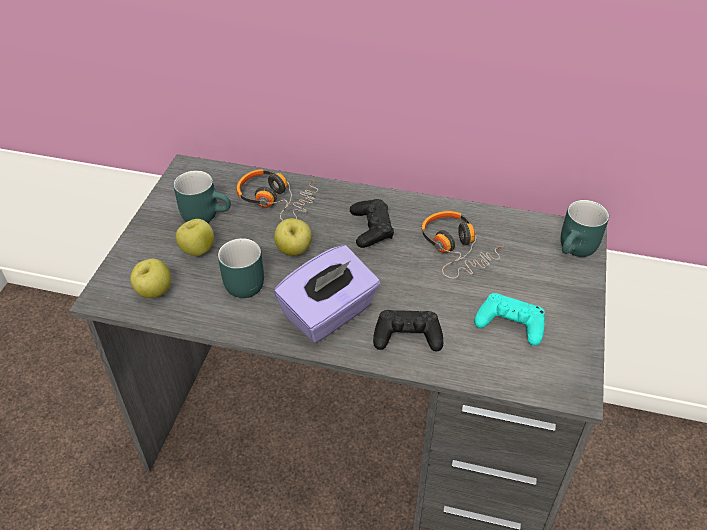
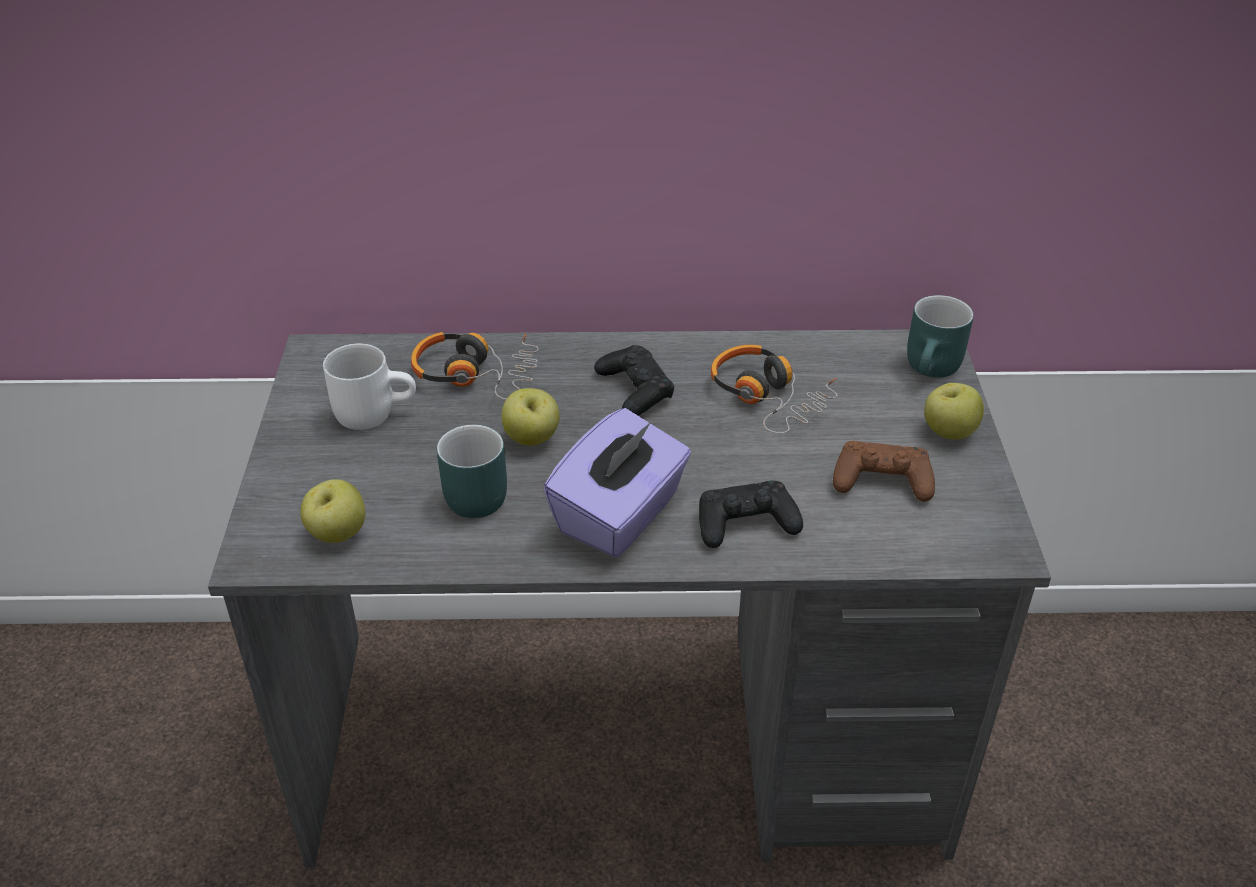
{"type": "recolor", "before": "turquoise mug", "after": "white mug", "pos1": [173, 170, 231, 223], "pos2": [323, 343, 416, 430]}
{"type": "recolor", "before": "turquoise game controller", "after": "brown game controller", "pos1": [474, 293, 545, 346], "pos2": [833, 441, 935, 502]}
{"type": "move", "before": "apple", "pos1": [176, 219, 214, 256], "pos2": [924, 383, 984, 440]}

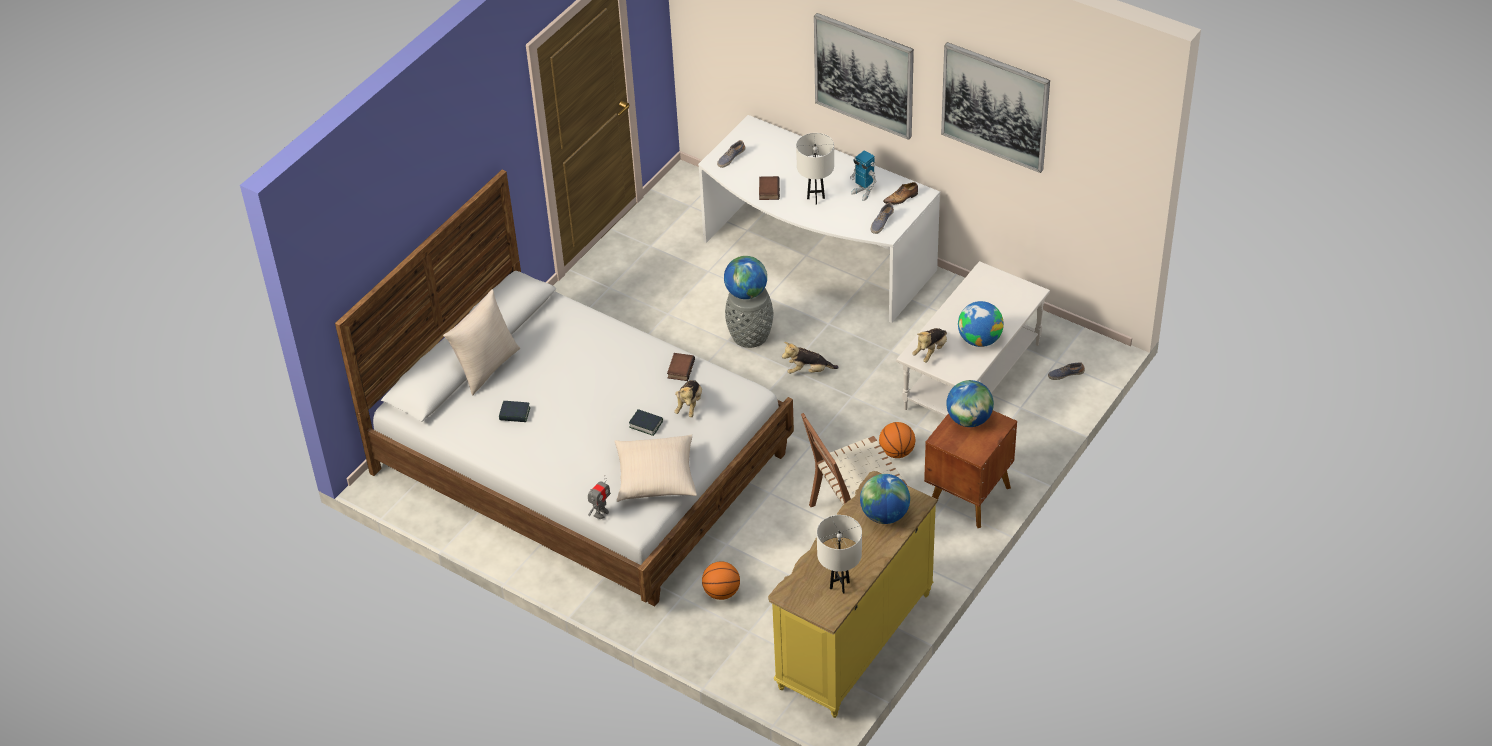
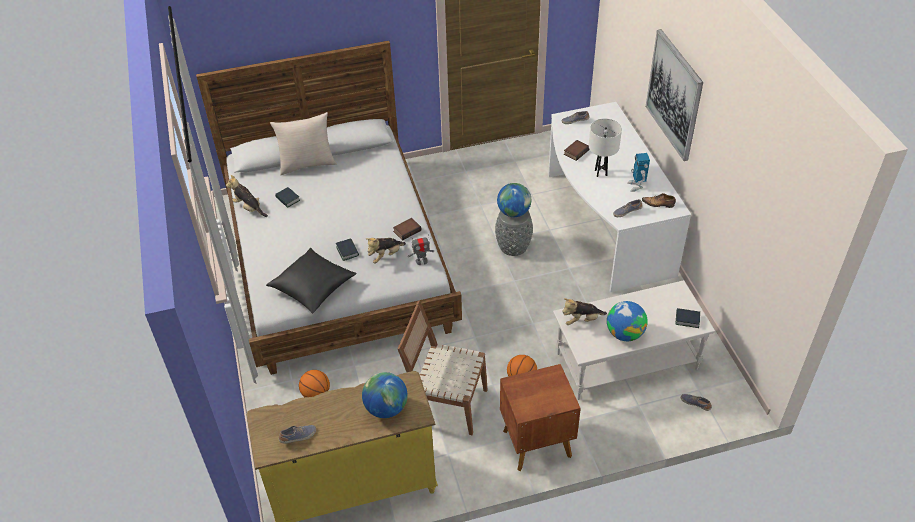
{"type": "move", "before": "plush toy", "pos1": [782, 342, 839, 374], "pos2": [226, 175, 268, 217]}
{"type": "recolor", "before": "beige pillow", "after": "black pillow", "pos1": [614, 434, 697, 502], "pos2": [266, 248, 357, 313]}
{"type": "replace", "before": "white table lamp", "after": "shoe", "pos1": [817, 515, 862, 594], "pos2": [279, 425, 316, 444]}
{"type": "move", "before": "toy robot", "pos1": [588, 475, 611, 519], "pos2": [408, 234, 434, 265]}
{"type": "insert", "after": "book", "pos2": [676, 308, 700, 328]}
{"type": "delete", "before": "picture", "pos1": [941, 42, 1050, 173]}
{"type": "delete", "before": "globe", "pos1": [946, 380, 994, 427]}

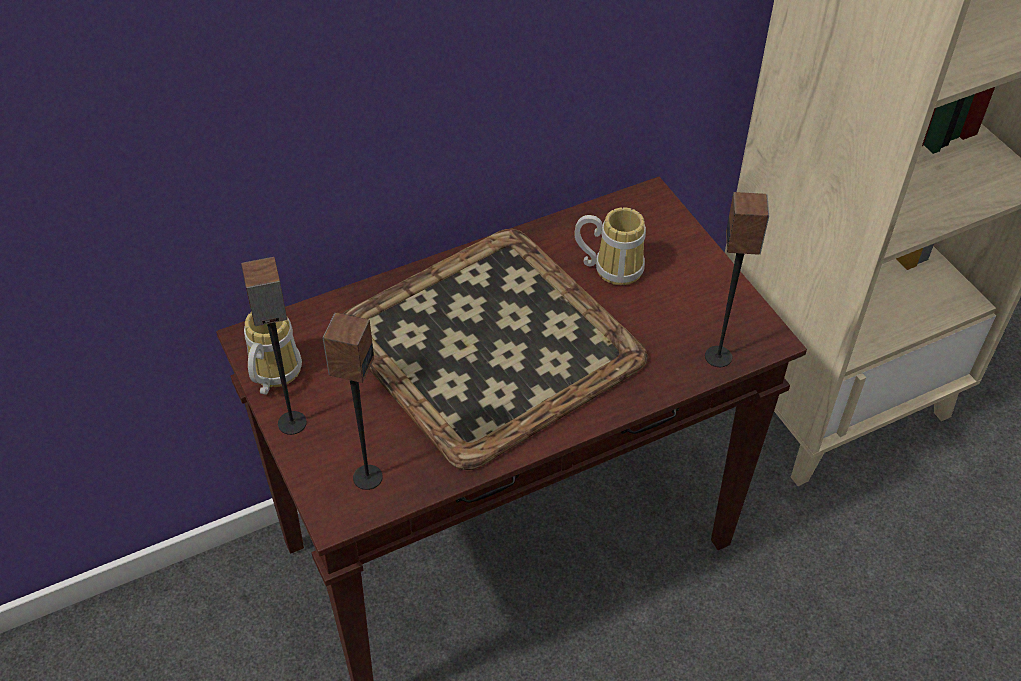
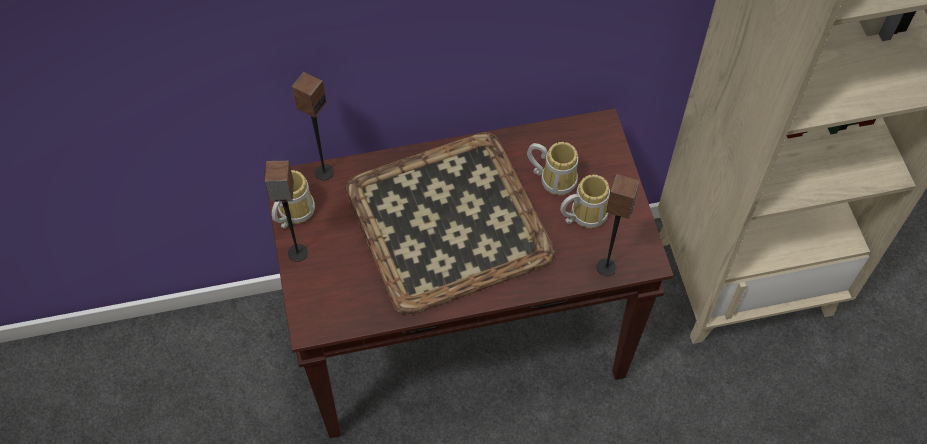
{"type": "move", "before": "speaker", "pos1": [323, 313, 383, 490], "pos2": [292, 72, 334, 180]}
{"type": "insert", "after": "mug", "pos2": [560, 174, 610, 228]}

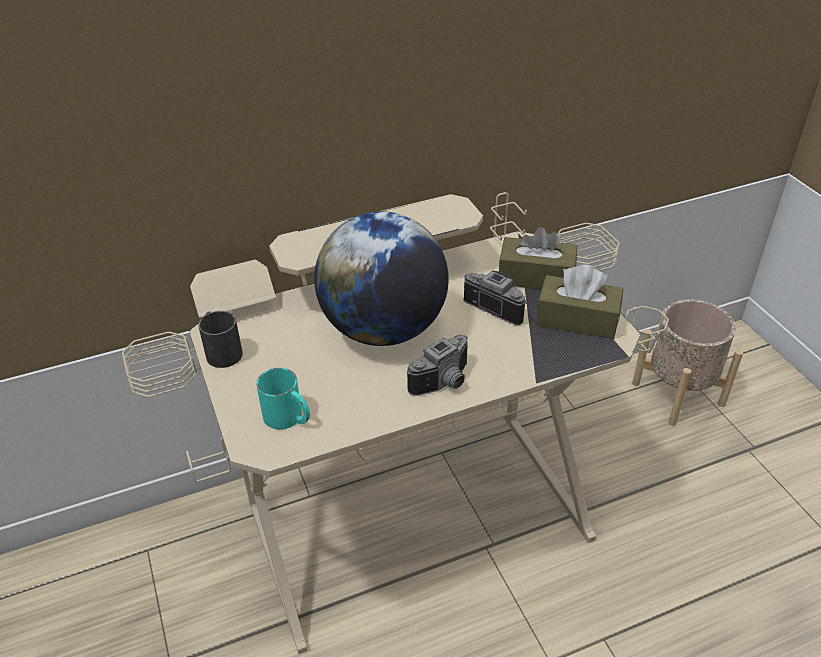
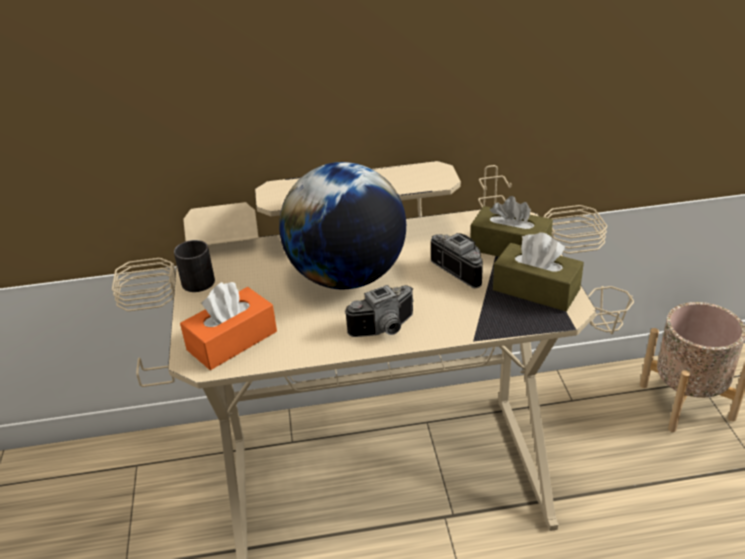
{"type": "replace", "before": "turquoise mug", "after": "orange tissue box", "pos1": [256, 368, 310, 430], "pos2": [180, 282, 277, 370]}

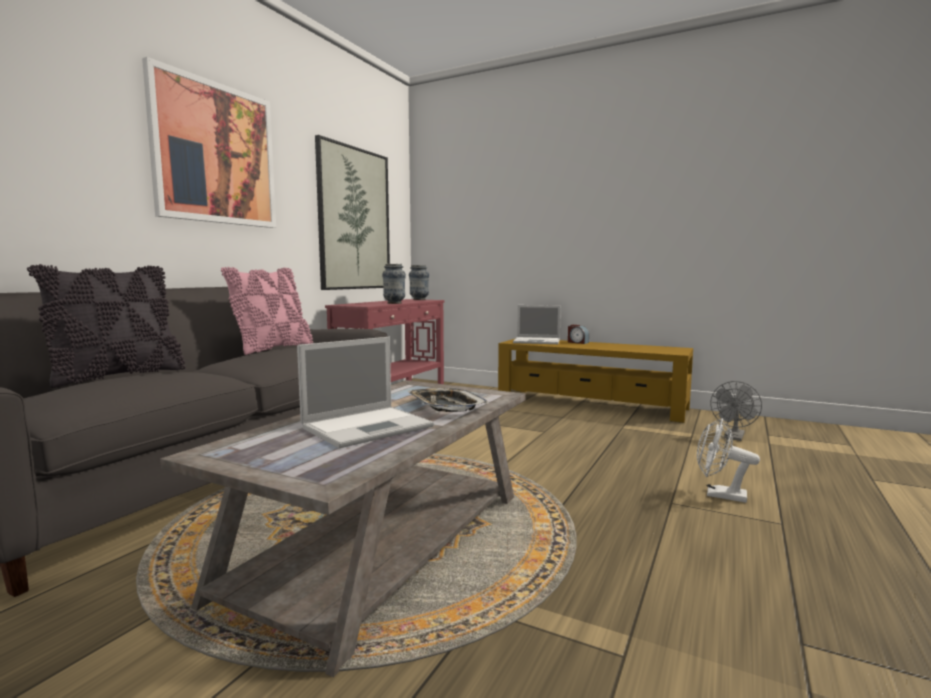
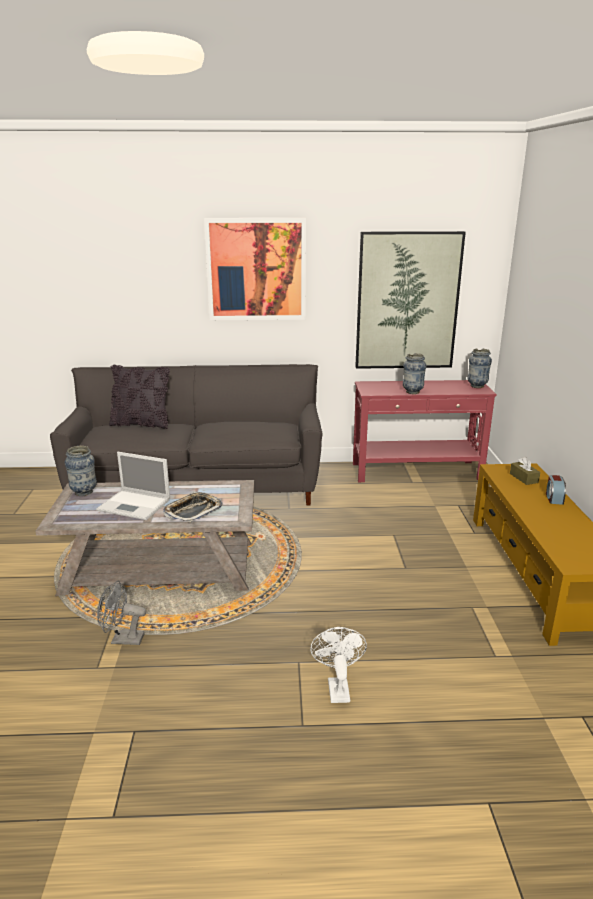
{"type": "insert", "after": "vase", "pos2": [65, 446, 97, 496]}
{"type": "move", "before": "grey fan", "pos1": [710, 381, 762, 441], "pos2": [97, 581, 146, 645]}
{"type": "replace", "before": "laptop", "after": "brown tissue box", "pos1": [513, 305, 561, 344], "pos2": [510, 457, 540, 485]}
{"type": "delete", "before": "pink pillow", "pos1": [221, 267, 313, 355]}

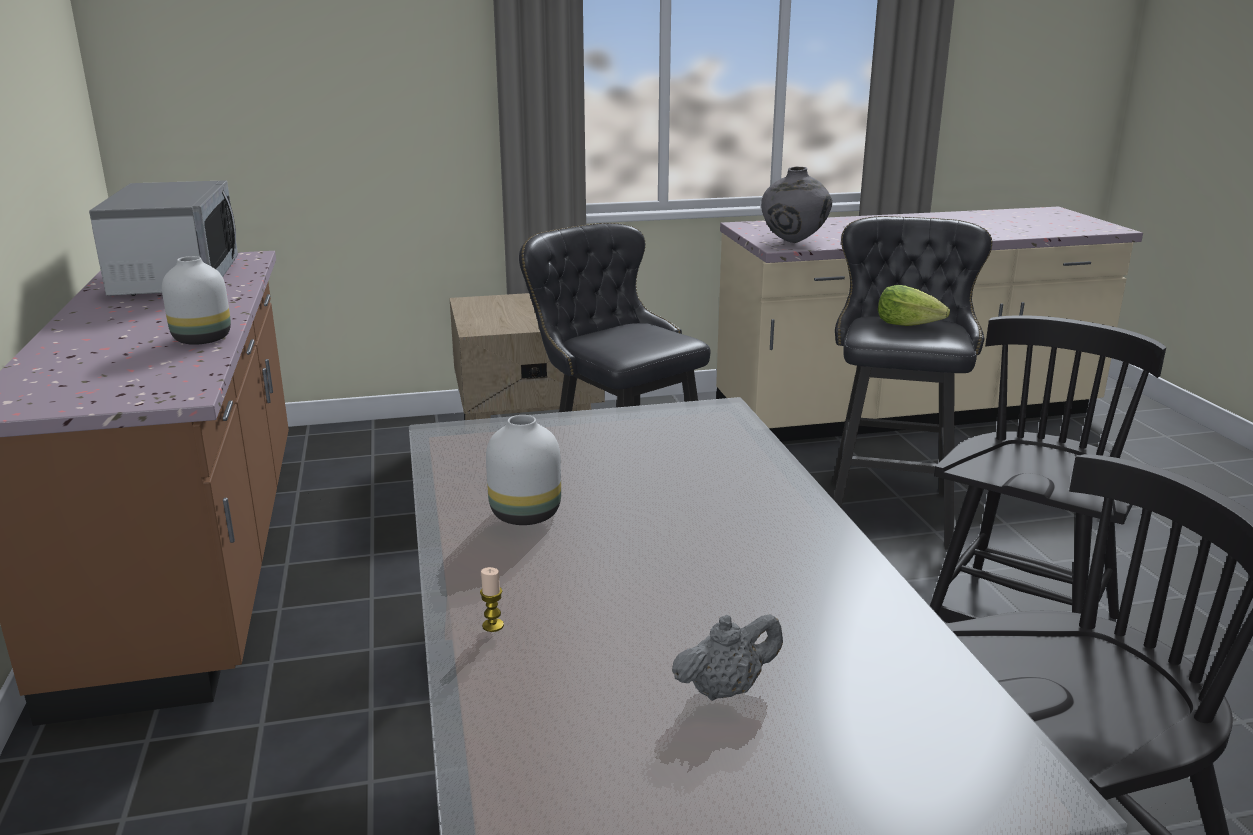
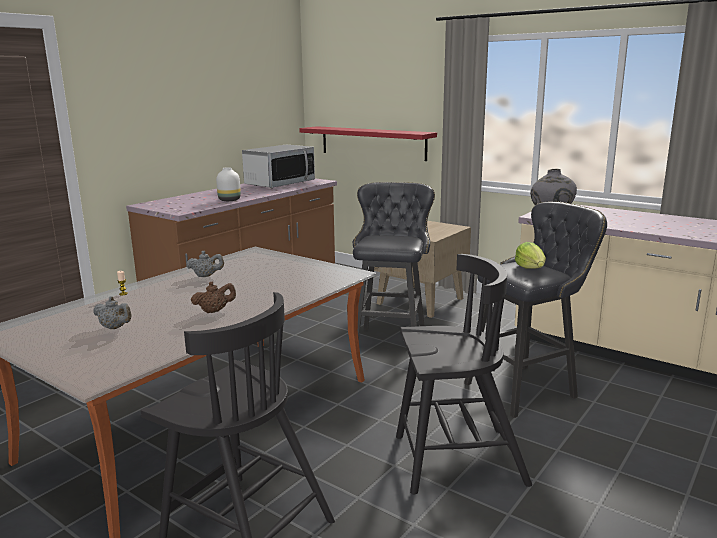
{"type": "replace", "before": "white vase", "after": "grey teapot", "pos1": [486, 415, 561, 525], "pos2": [186, 251, 224, 277]}
{"type": "insert", "after": "brown teapot", "pos2": [191, 281, 236, 313]}
{"type": "insert", "after": "red shelf", "pos2": [299, 126, 437, 161]}

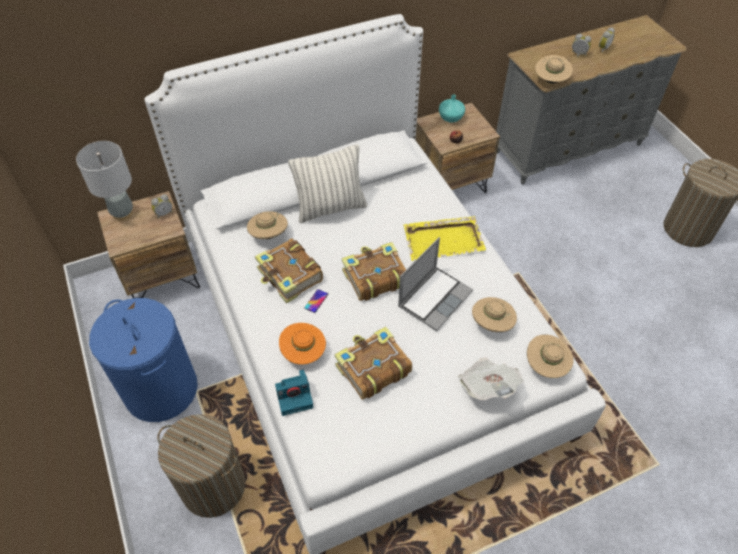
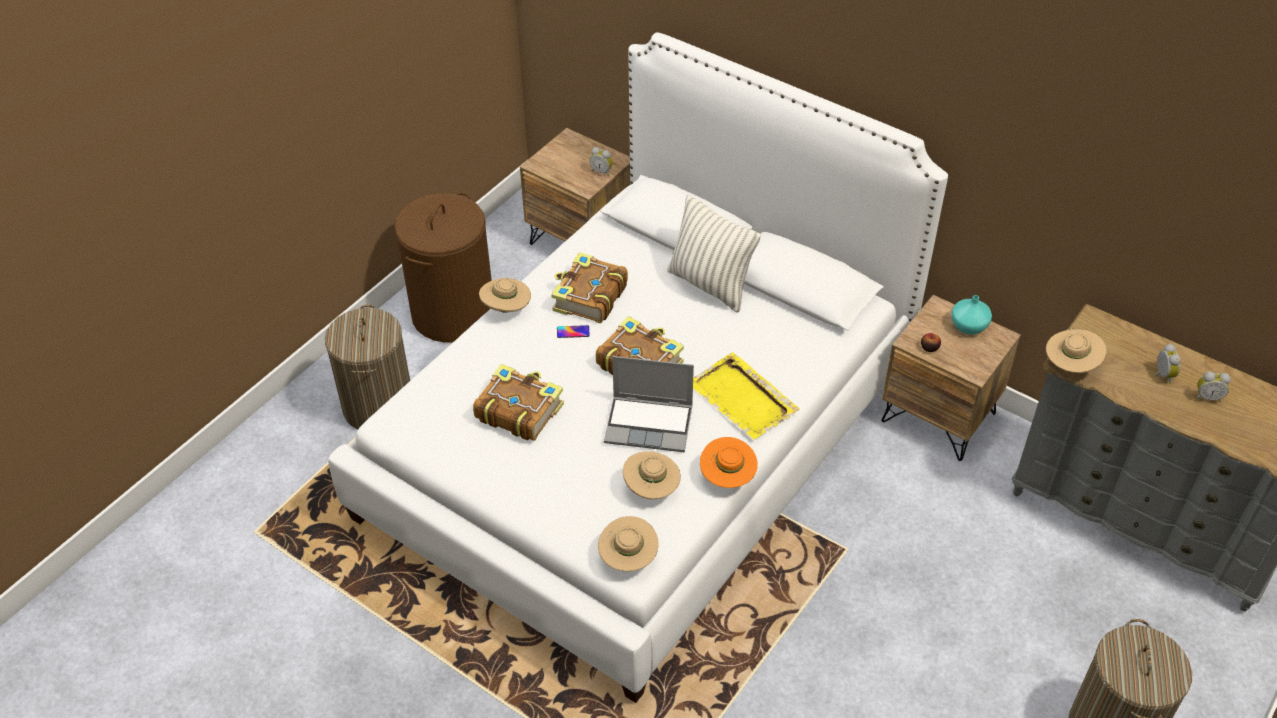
{"type": "recolor", "before": "blue laundry basket", "after": "brown laundry basket", "pos1": [89, 298, 198, 422], "pos2": [395, 192, 492, 343]}
{"type": "move", "before": "beige hat", "pos1": [247, 211, 288, 239], "pos2": [479, 278, 531, 313]}
{"type": "move", "before": "orange hat", "pos1": [279, 323, 326, 365], "pos2": [700, 437, 758, 488]}
{"type": "delete", "before": "grey table lamp", "pos1": [76, 141, 133, 221]}
{"type": "delete", "before": "photo camera", "pos1": [275, 369, 313, 416]}
{"type": "delete", "before": "newspaper", "pos1": [458, 358, 524, 400]}

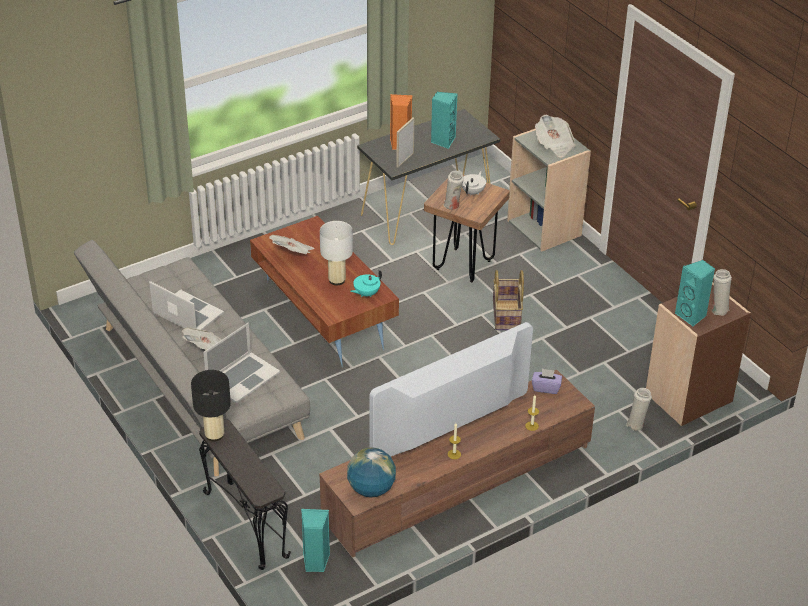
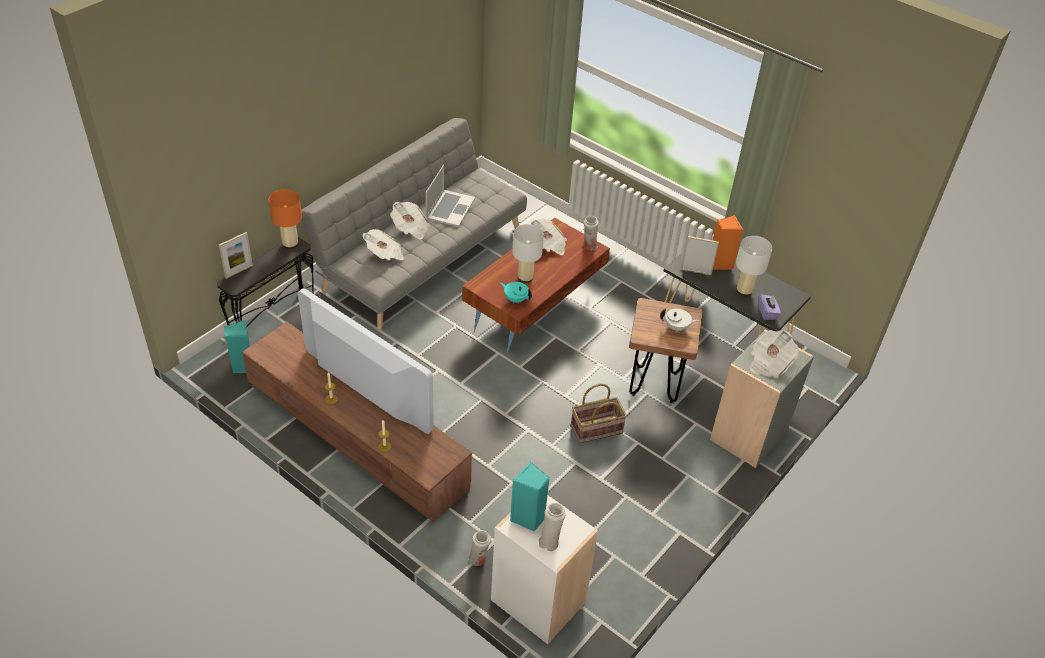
{"type": "insert", "after": "picture frame", "pos2": [219, 232, 253, 279]}
{"type": "recolor", "before": "black table lamp", "after": "orange table lamp", "pos1": [191, 370, 231, 442], "pos2": [269, 189, 302, 249]}
{"type": "replace", "before": "laptop", "after": "newspaper", "pos1": [203, 323, 280, 403], "pos2": [363, 229, 404, 261]}
{"type": "recolor", "before": "brown bookcase", "after": "white bookcase", "pos1": [646, 282, 751, 426], "pos2": [491, 496, 598, 644]}
{"type": "move", "before": "white vase", "pos1": [444, 171, 464, 210], "pos2": [583, 216, 599, 250]}
{"type": "replace", "before": "turquoise speaker", "after": "white table lamp", "pos1": [431, 92, 457, 149], "pos2": [736, 236, 772, 296]}
{"type": "move", "before": "purple tissue box", "pos1": [532, 368, 562, 394], "pos2": [758, 294, 781, 320]}
{"type": "delete", "before": "globe", "pos1": [347, 447, 396, 497]}

